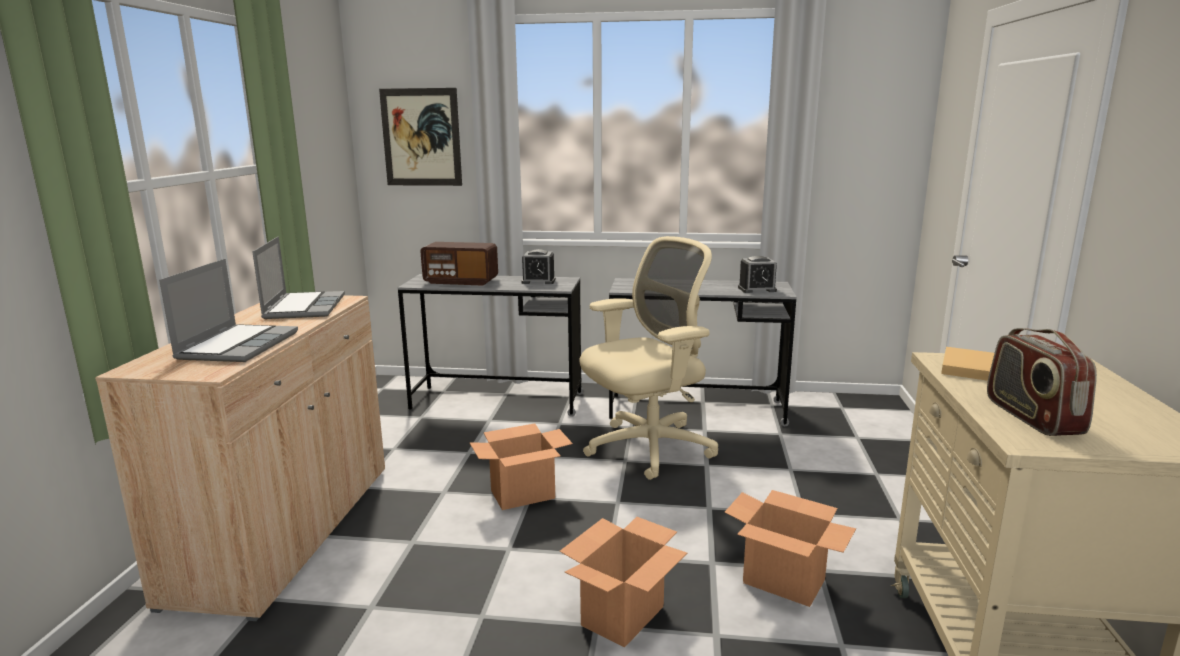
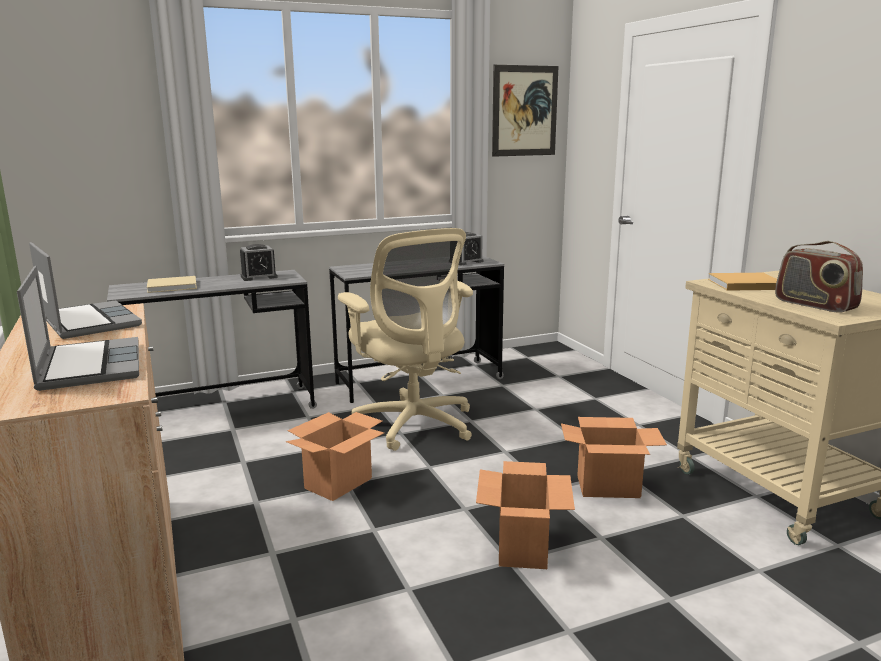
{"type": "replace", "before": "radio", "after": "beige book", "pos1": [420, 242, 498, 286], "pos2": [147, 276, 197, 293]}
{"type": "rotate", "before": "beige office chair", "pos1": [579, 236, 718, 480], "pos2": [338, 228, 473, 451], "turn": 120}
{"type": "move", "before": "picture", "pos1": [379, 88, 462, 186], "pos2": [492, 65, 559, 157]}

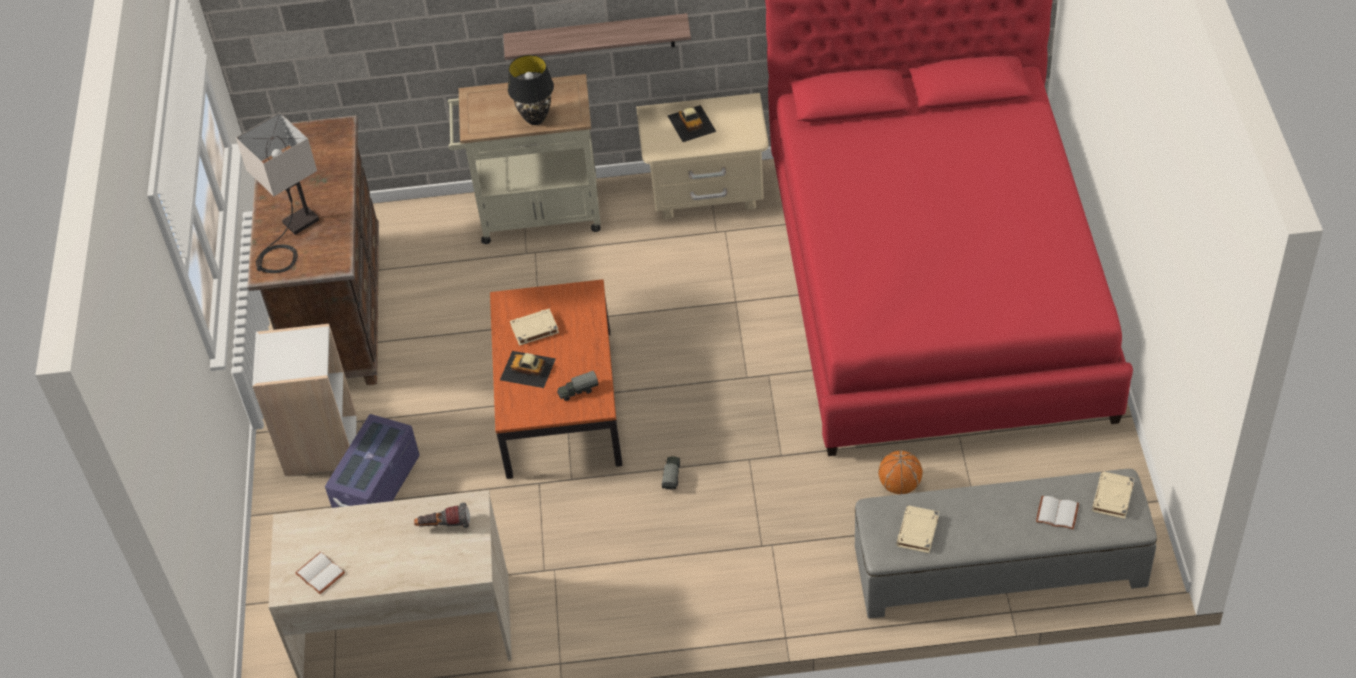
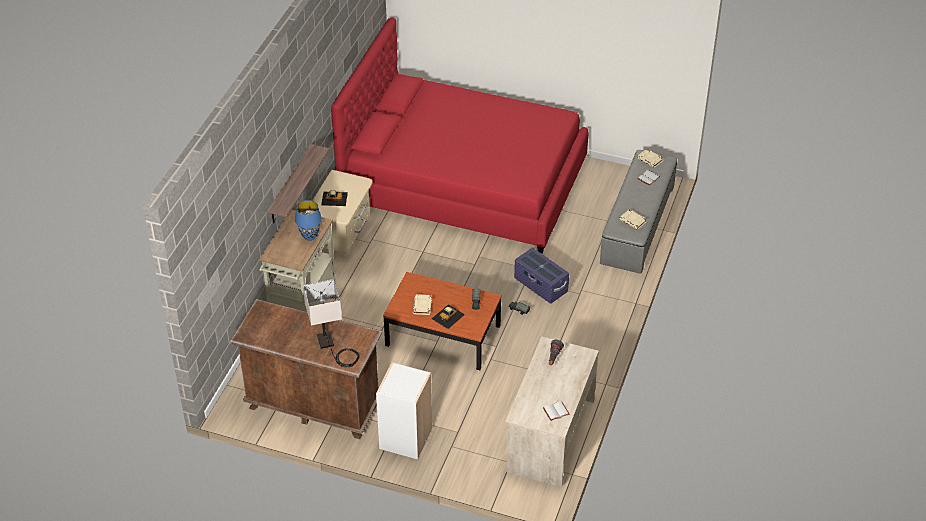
{"type": "recolor", "before": "black table lamp", "after": "blue table lamp", "pos1": [508, 55, 554, 125], "pos2": [295, 200, 322, 241]}
{"type": "move", "before": "purple storage box", "pos1": [325, 414, 420, 508], "pos2": [514, 248, 569, 304]}
{"type": "delete", "before": "basketball", "pos1": [878, 450, 923, 494]}

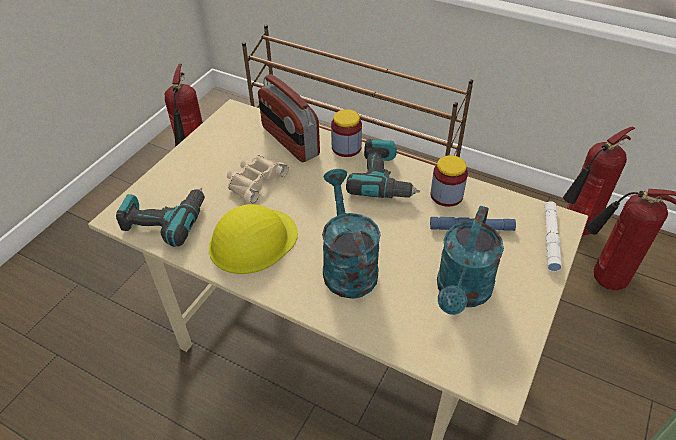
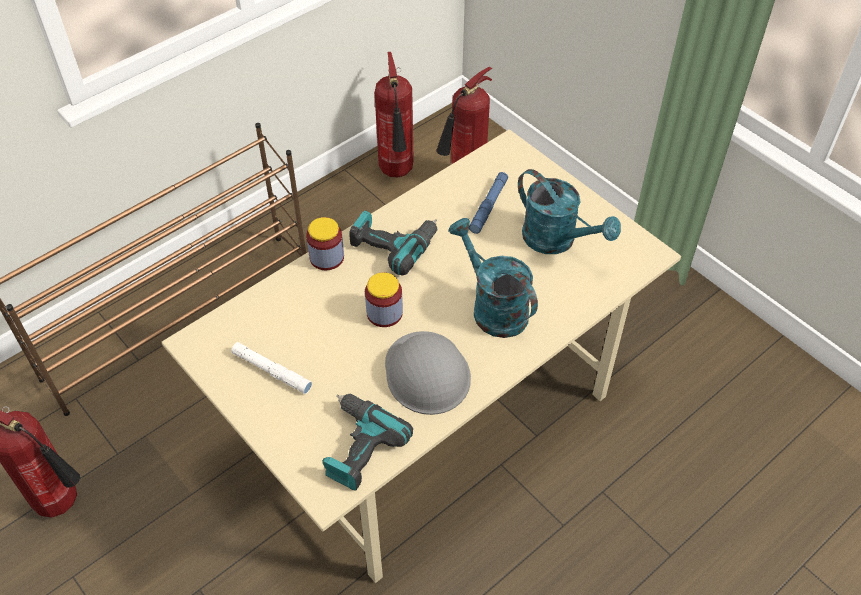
{"type": "move", "before": "white flashlight", "pos1": [544, 201, 562, 272], "pos2": [231, 342, 312, 394]}
{"type": "move", "before": "jar", "pos1": [431, 155, 468, 207], "pos2": [365, 272, 403, 327]}
{"type": "recolor", "before": "yellow hard hat", "after": "grey hard hat", "pos1": [209, 204, 298, 274], "pos2": [385, 331, 471, 415]}
{"type": "rotate", "before": "turquoise watering can", "pos1": [322, 169, 381, 299], "pos2": [449, 218, 538, 338], "turn": 45}
{"type": "delete", "before": "beige binoculars", "pos1": [227, 155, 289, 204]}
{"type": "delete", "before": "radio", "pos1": [258, 74, 320, 162]}

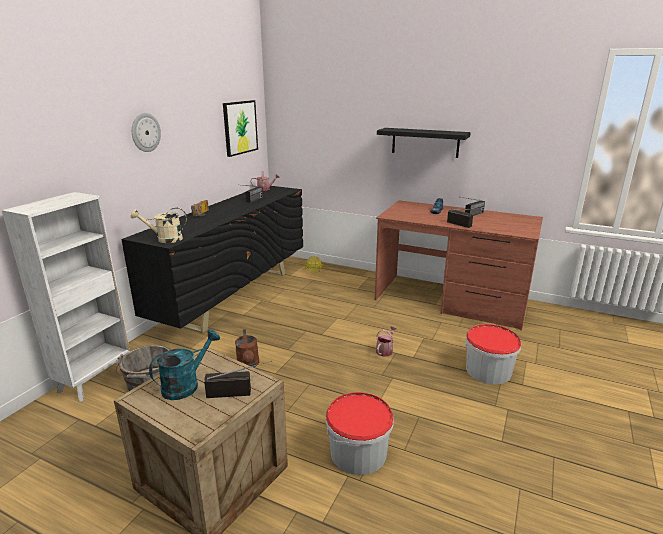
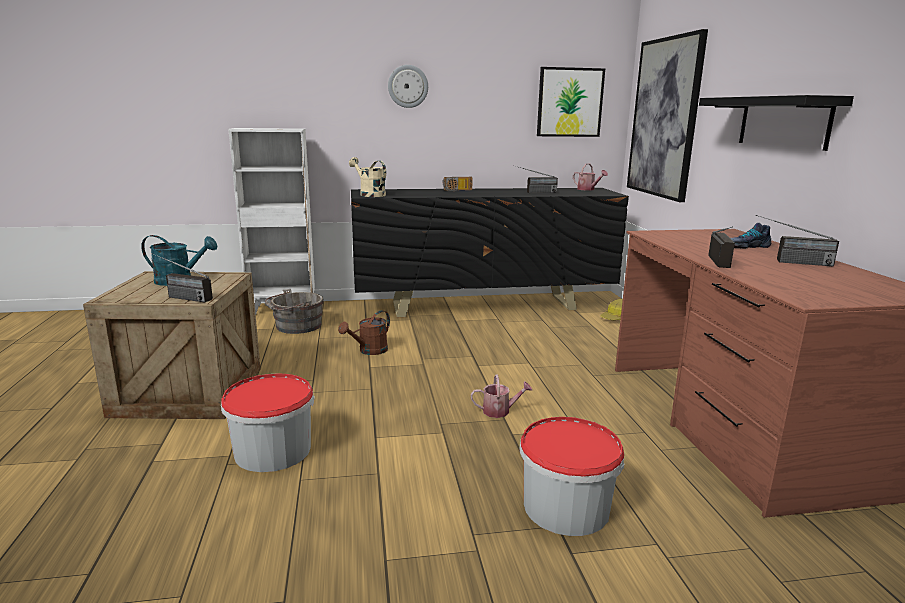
{"type": "rotate", "before": "radio", "pos1": [204, 361, 272, 398], "pos2": [151, 253, 213, 303], "turn": 150}
{"type": "insert", "after": "picture", "pos2": [627, 29, 708, 202]}

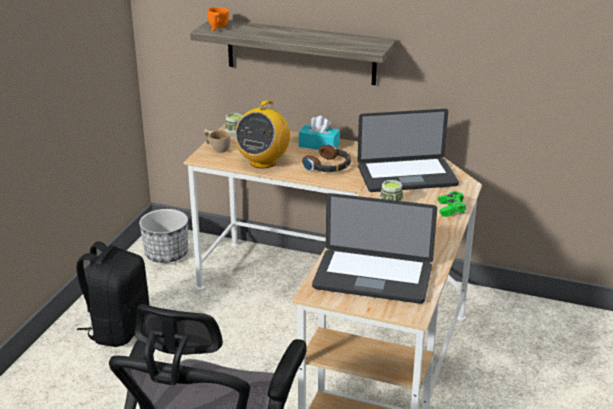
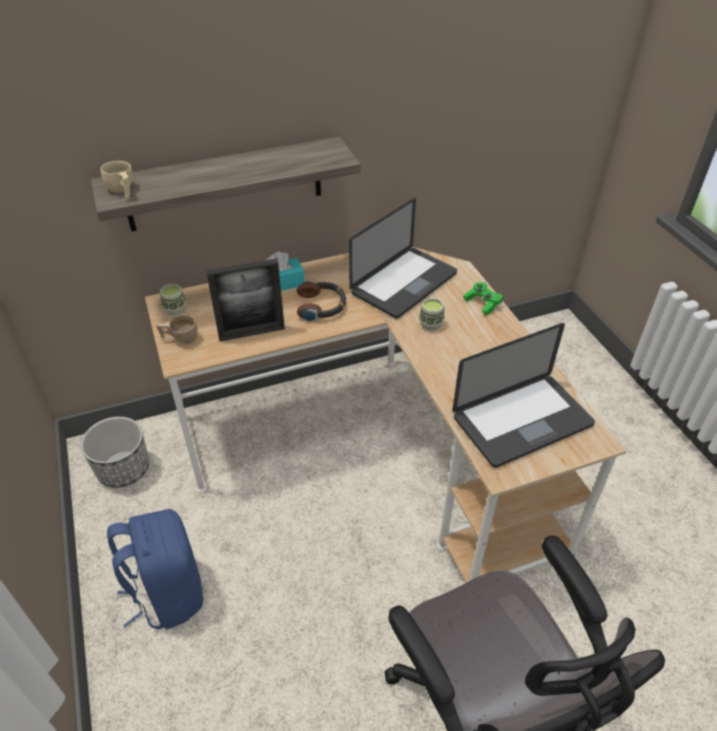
{"type": "recolor", "before": "orange cup", "after": "beige cup", "pos1": [208, 7, 229, 31], "pos2": [101, 161, 132, 199]}
{"type": "recolor", "before": "black backpack", "after": "blue backpack", "pos1": [76, 241, 150, 347], "pos2": [107, 509, 203, 630]}
{"type": "replace", "before": "radio", "after": "picture frame", "pos1": [235, 100, 290, 168], "pos2": [206, 259, 285, 342]}

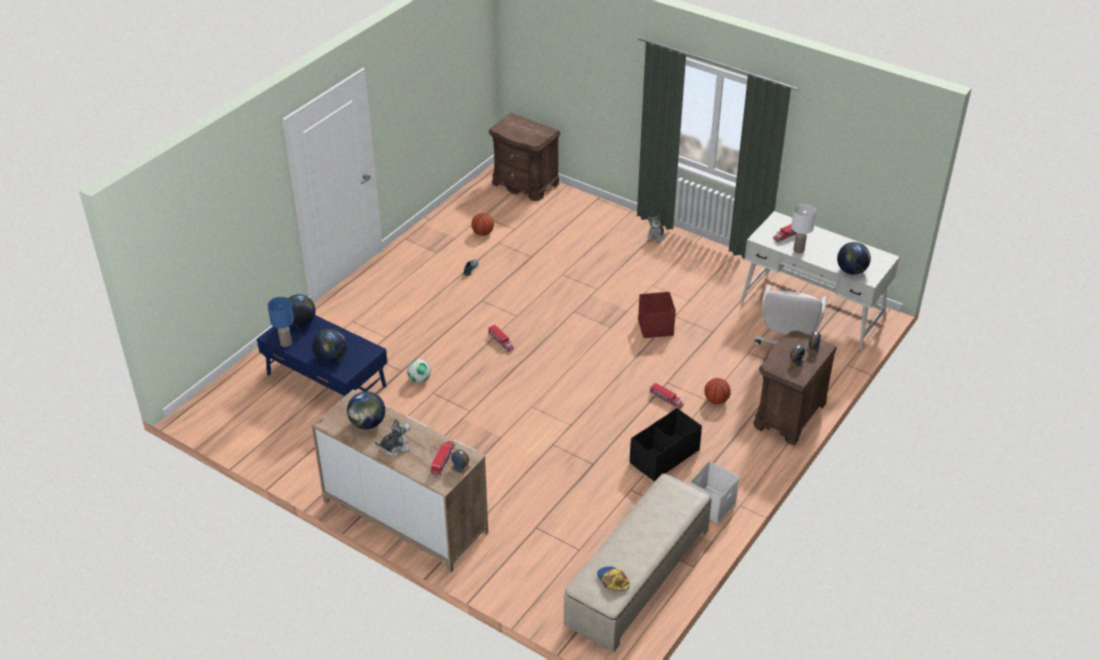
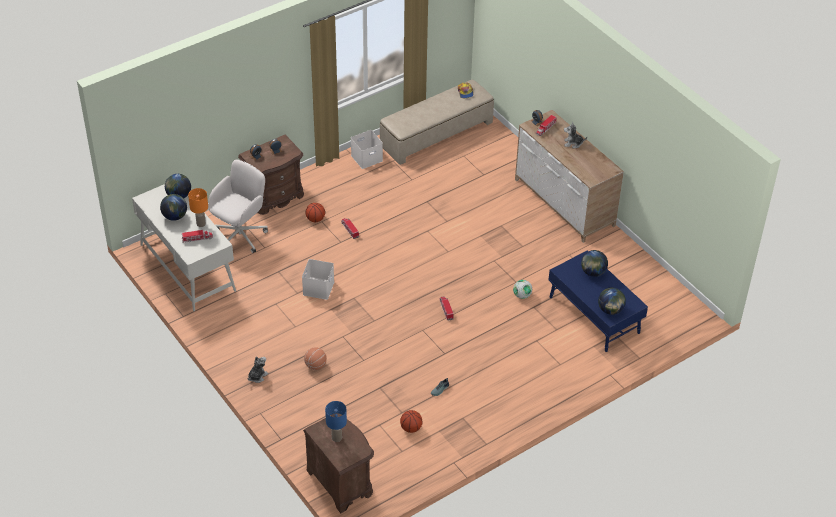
{"type": "move", "before": "globe", "pos1": [347, 391, 385, 429], "pos2": [160, 194, 187, 221]}
{"type": "recolor", "before": "white table lamp", "after": "orange table lamp", "pos1": [791, 204, 816, 253], "pos2": [188, 188, 208, 227]}
{"type": "recolor", "before": "red storage box", "after": "white storage box", "pos1": [638, 292, 676, 338], "pos2": [302, 259, 334, 300]}
{"type": "insert", "after": "basketball", "pos2": [304, 347, 327, 370]}
{"type": "move", "before": "blue table lamp", "pos1": [268, 297, 294, 347], "pos2": [325, 401, 347, 442]}
{"type": "delete", "before": "black storage box", "pos1": [630, 408, 702, 481]}

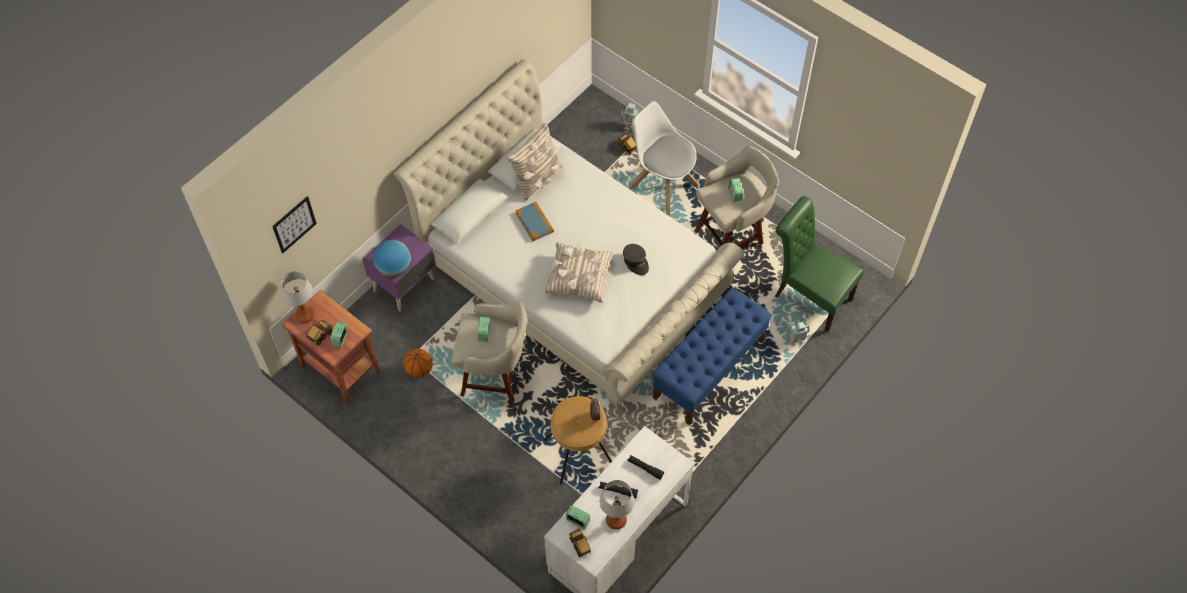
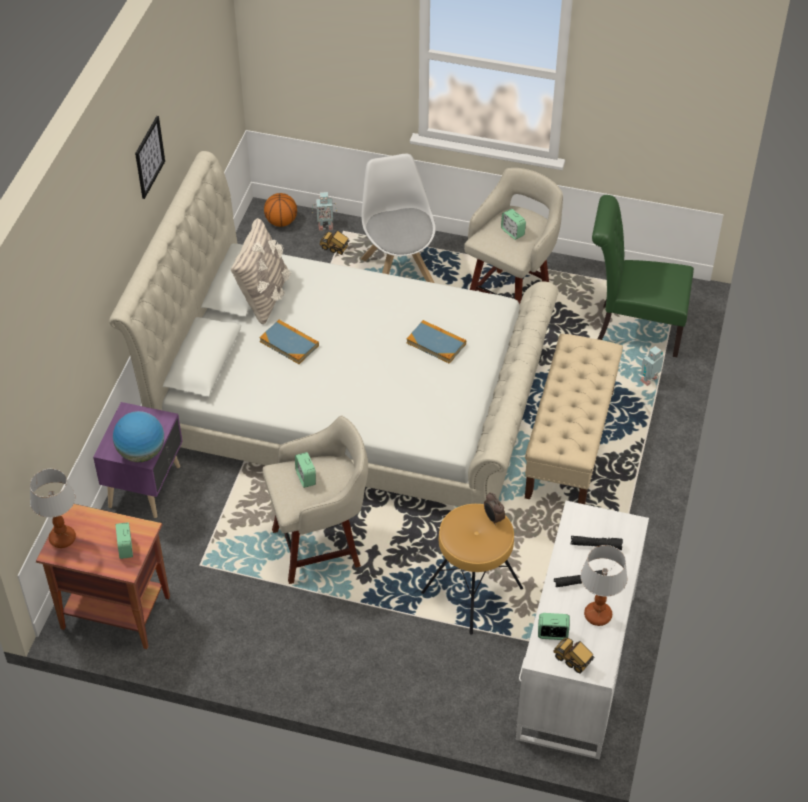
{"type": "move", "before": "picture", "pos1": [272, 196, 317, 253], "pos2": [135, 116, 165, 199]}
{"type": "move", "before": "basketball", "pos1": [403, 349, 433, 378], "pos2": [264, 193, 297, 227]}
{"type": "rotate", "before": "chair", "pos1": [629, 101, 699, 215], "pos2": [361, 154, 436, 283], "turn": 60}
{"type": "replace", "before": "grey cap", "after": "book", "pos1": [623, 244, 649, 275], "pos2": [407, 320, 466, 364]}
{"type": "recolor", "before": "blue bench", "after": "beige bench", "pos1": [652, 287, 772, 425], "pos2": [525, 334, 623, 504]}
{"type": "delete", "before": "toy truck", "pos1": [307, 320, 333, 345]}
{"type": "delete", "before": "beige pillow", "pos1": [544, 243, 614, 303]}

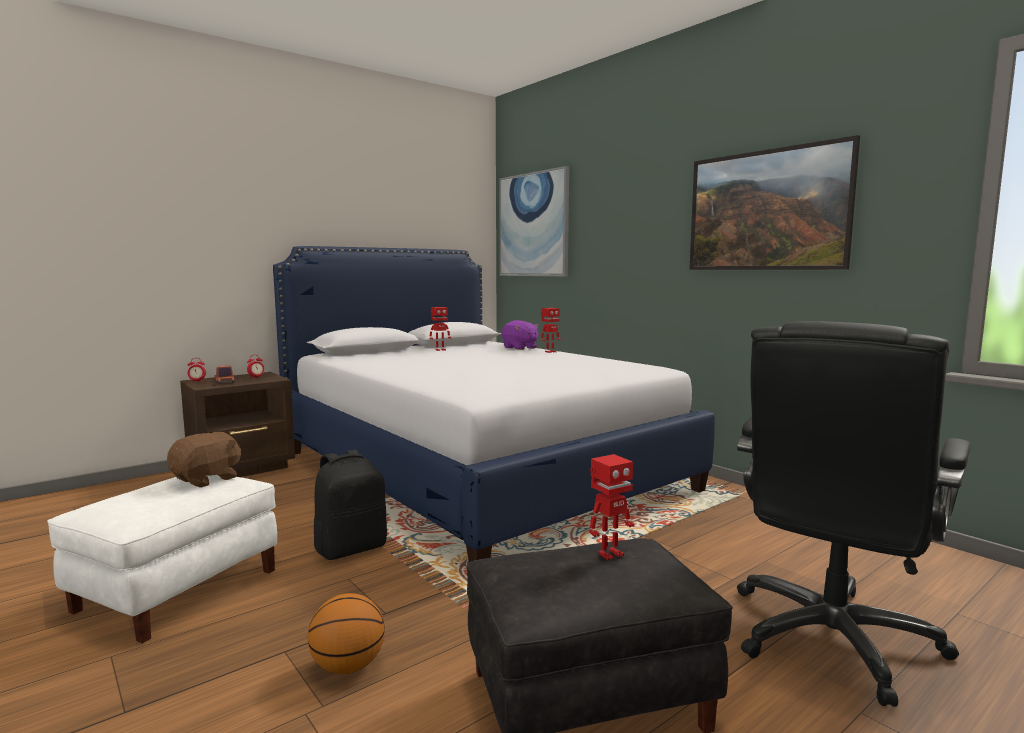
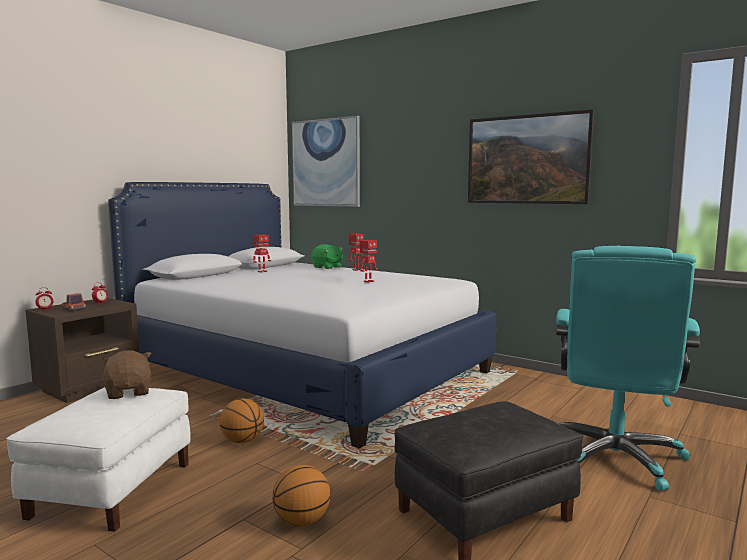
{"type": "rotate", "before": "brown plush toy", "pos1": [167, 432, 241, 487], "pos2": [101, 350, 151, 399], "turn": -45}
{"type": "replace", "before": "black backpack", "after": "basketball", "pos1": [314, 449, 387, 560], "pos2": [220, 399, 264, 443]}
{"type": "recolor", "before": "purple plush toy", "after": "green plush toy", "pos1": [502, 320, 539, 350], "pos2": [311, 244, 343, 269]}
{"type": "move", "before": "toy robot", "pos1": [589, 454, 634, 560], "pos2": [359, 240, 378, 283]}
{"type": "recolor", "before": "black office chair", "after": "turquoise office chair", "pos1": [737, 321, 971, 707], "pos2": [556, 246, 700, 491]}

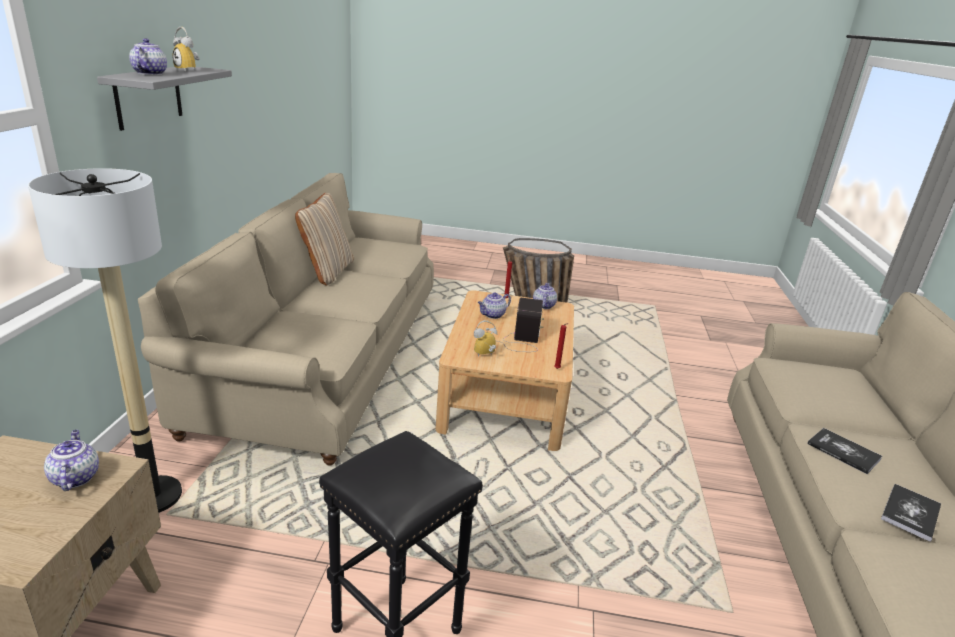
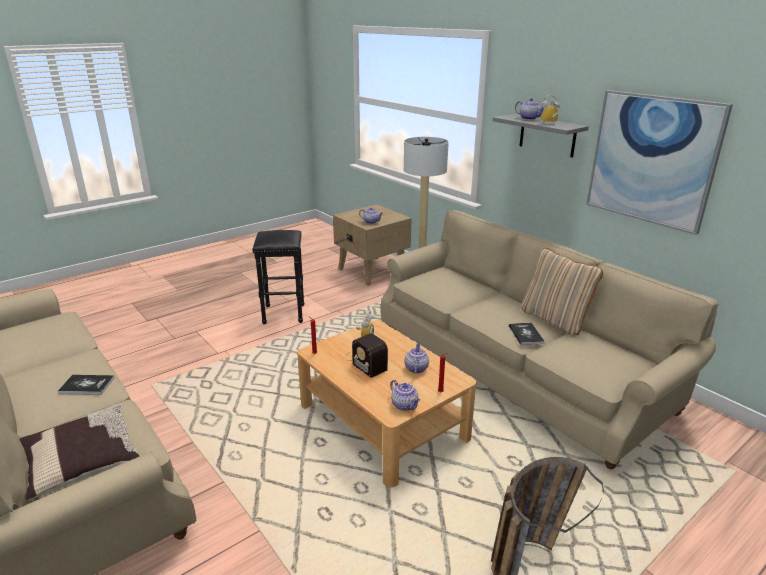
{"type": "insert", "after": "pillow", "pos2": [20, 404, 139, 501]}
{"type": "move", "before": "book", "pos1": [881, 484, 941, 542], "pos2": [509, 323, 545, 345]}
{"type": "insert", "after": "picture", "pos2": [586, 90, 733, 235]}

